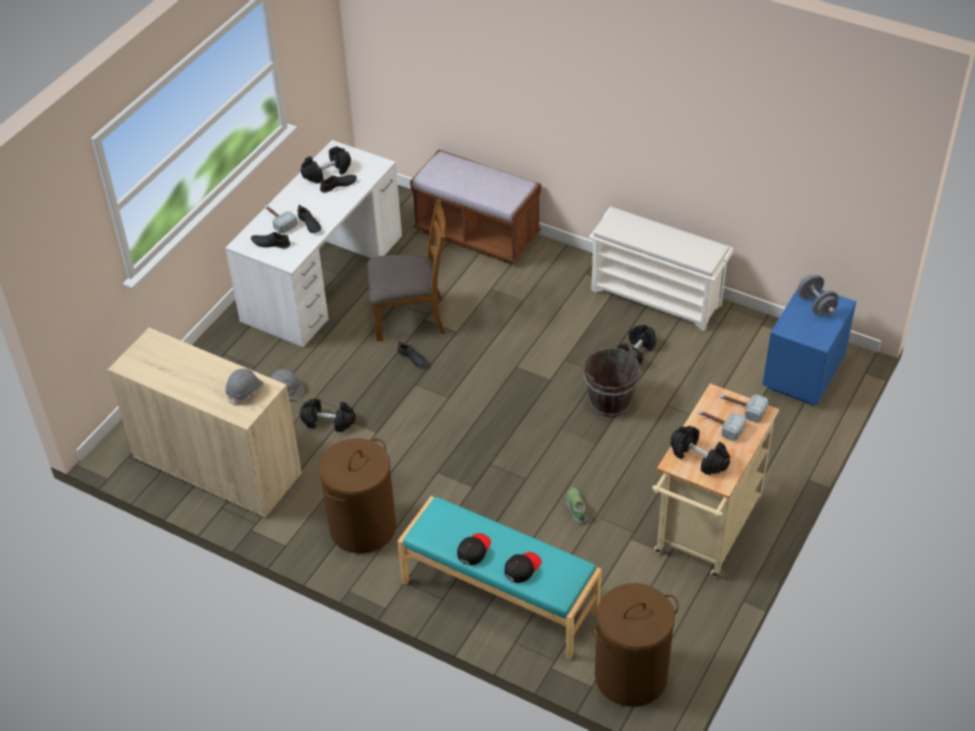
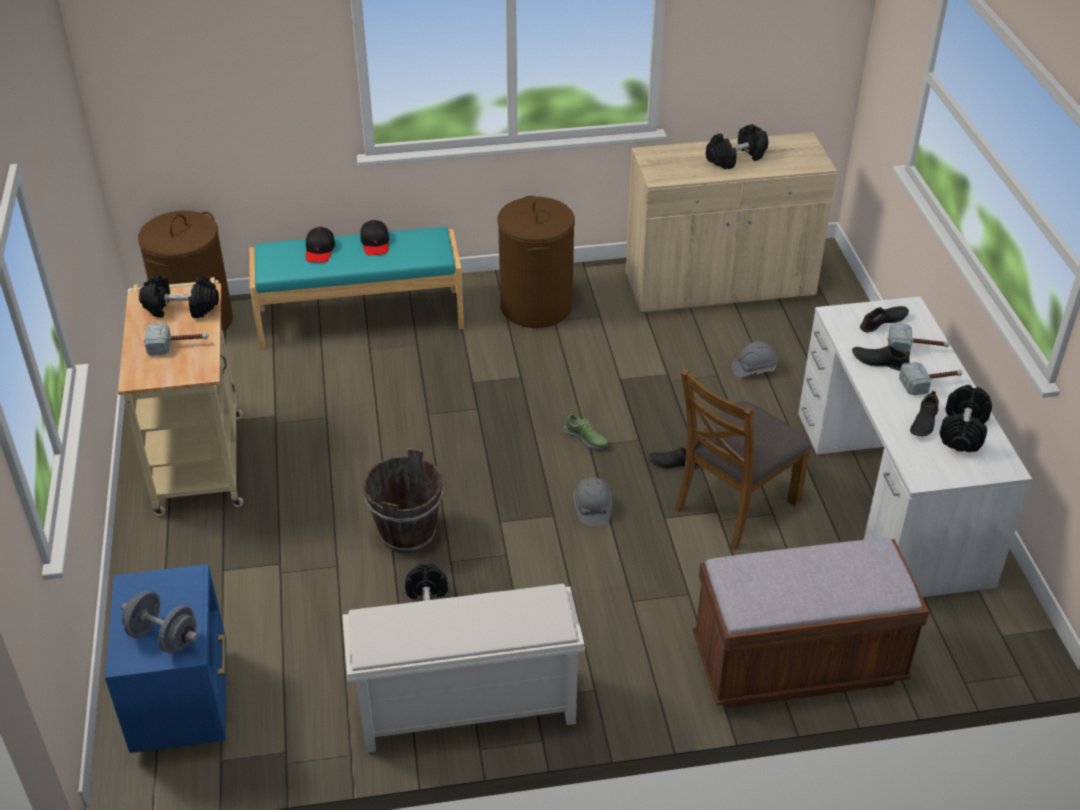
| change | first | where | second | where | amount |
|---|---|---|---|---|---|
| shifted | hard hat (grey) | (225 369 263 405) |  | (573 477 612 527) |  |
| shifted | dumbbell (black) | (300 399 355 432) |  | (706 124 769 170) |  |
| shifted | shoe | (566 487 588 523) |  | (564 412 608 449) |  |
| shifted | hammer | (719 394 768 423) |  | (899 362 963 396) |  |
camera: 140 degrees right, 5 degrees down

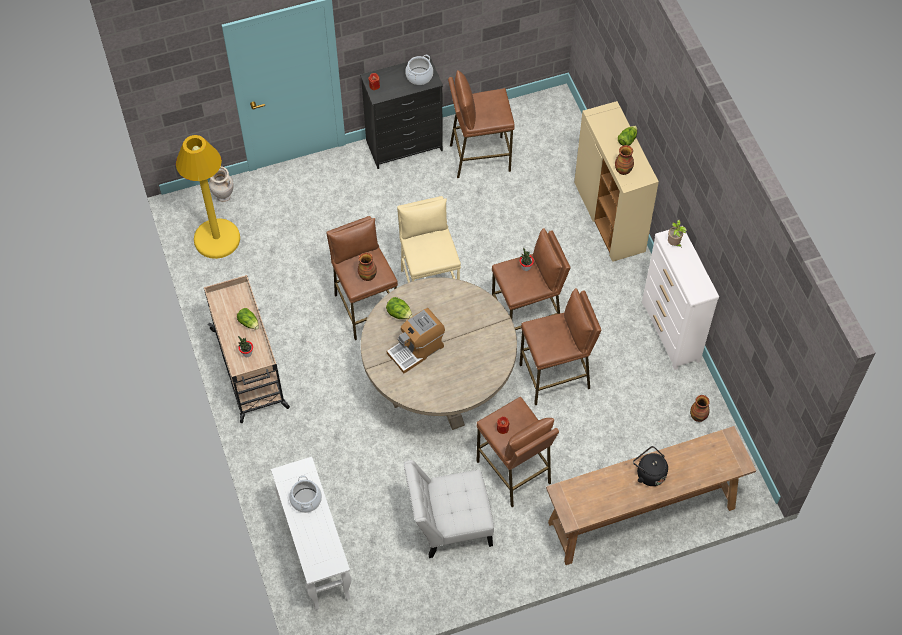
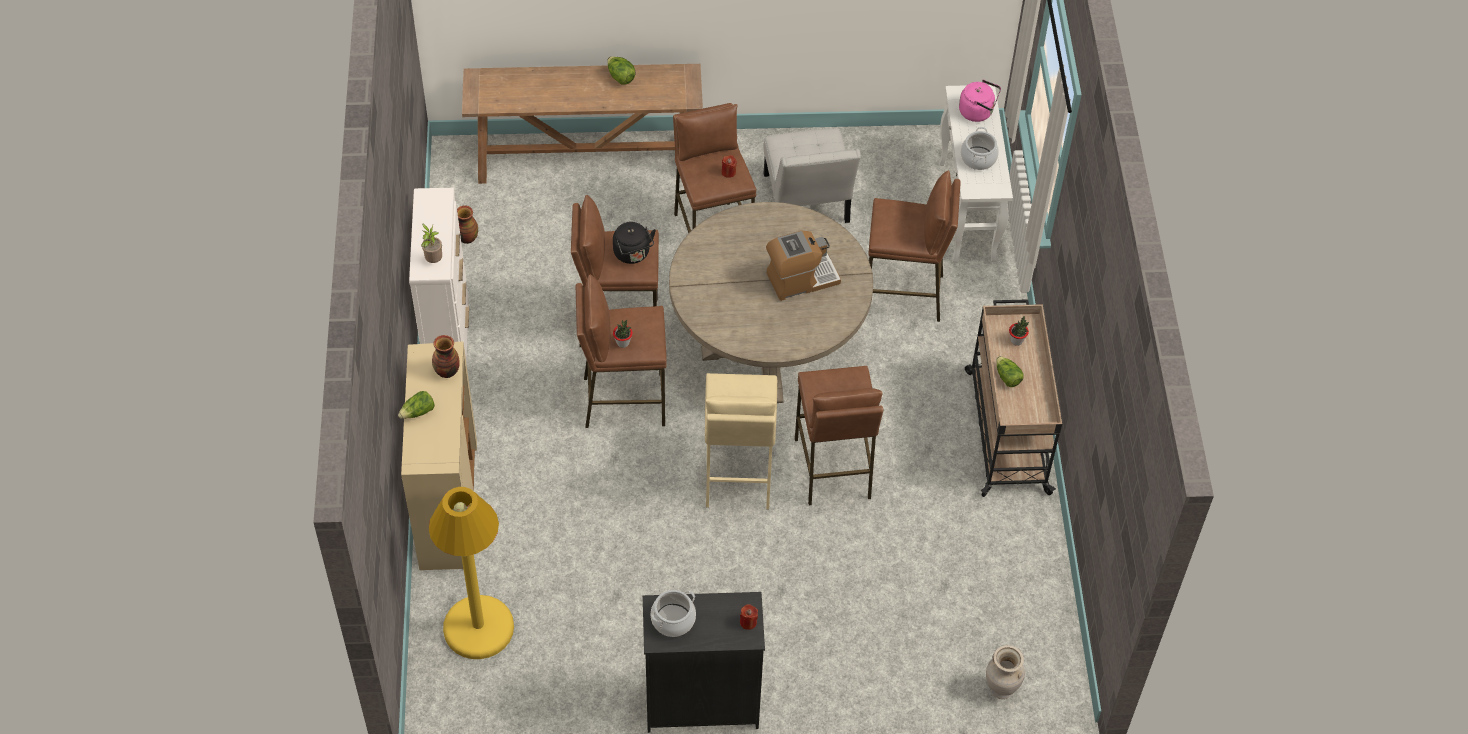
| change | first | where | second | where | amount |
|---|---|---|---|---|---|
| gone | vase | (358 252 377 281) |  |  |  |
| new |  |  | kettle (pink) | (959 80 1001 122) |  |
| shifted | floor lamp (yellow) | (176 135 240 259) |  | (429 487 514 659) |  |
| shifted | lettuce | (386 297 413 319) |  | (607 56 635 85) |  |
| shifted | stool (brown) | (448 70 515 178) |  | (869 171 961 322) |  |
| shifted | kettle (black) | (633 446 668 486) |  | (613 222 656 264) |  |
| rotated | chair (white) | (403 460 494 558) |  | (763 128 861 223) | 75 degrees clockwise |
camera: 165 degrees left, 5 degrees down

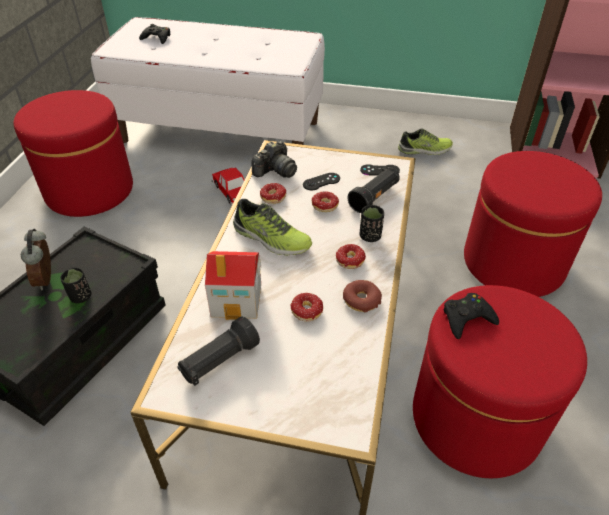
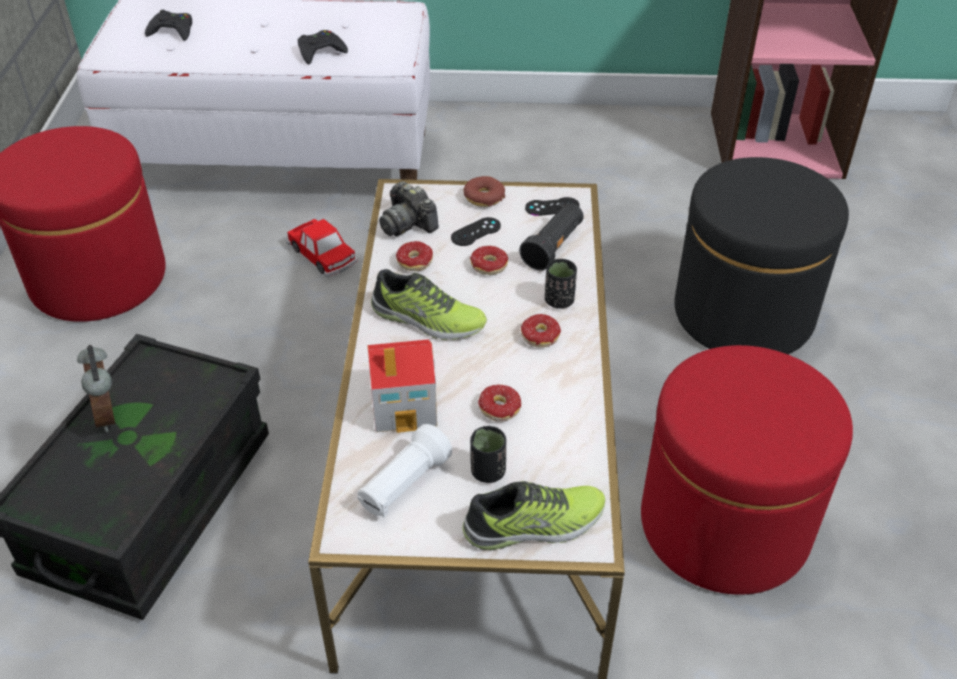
| change | first | where | second | where | amount |
|---|---|---|---|---|---|
| shifted | cup (black) | (60 268 91 303) |  | (470 426 507 483) |  |
| shifted | donut | (343 280 382 312) |  | (464 176 505 207) |  |
| shifted | shoe | (398 128 453 155) |  | (463 481 605 550) |  |
| shifted | game controller (black) | (443 293 499 339) |  | (298 30 348 64) |  |
| repainted | flashlight (black) | (177 317 260 386) | flashlight (white) | (357 424 452 517) |  |
| repainted | ottoman (red) | (464 151 602 297) | ottoman (black) | (674 157 849 354) |  |
| rotated | photo camera | (252 141 297 178) |  | (379 181 439 236) | 105 degrees clockwise |
camera: 10 degrees left, 0 degrees up

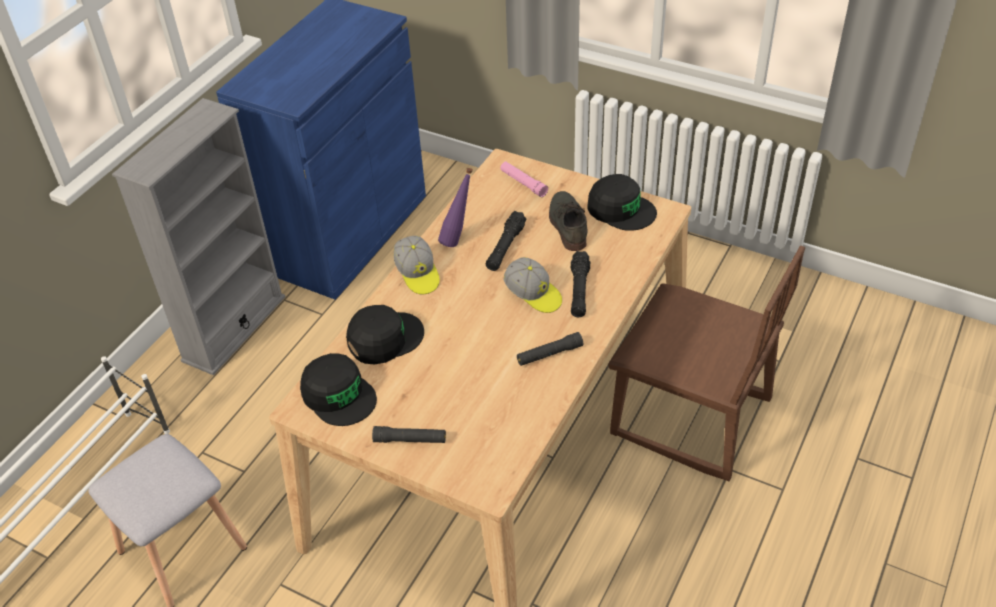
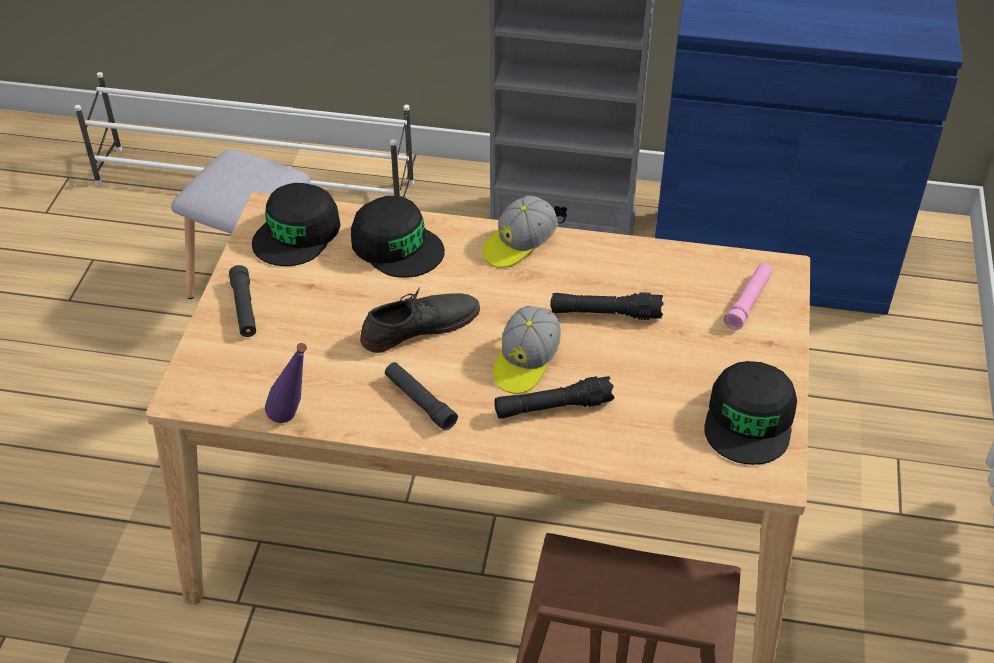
| change | first | where | second | where | amount |
|---|---|---|---|---|---|
| shifted | bottle (purple) | (438 168 473 247) |  | (265 343 307 423) |  |
| shifted | shoe (grey) | (549 191 587 251) |  | (360 287 480 353) |  |
camera: 70 degrees right, 0 degrees up

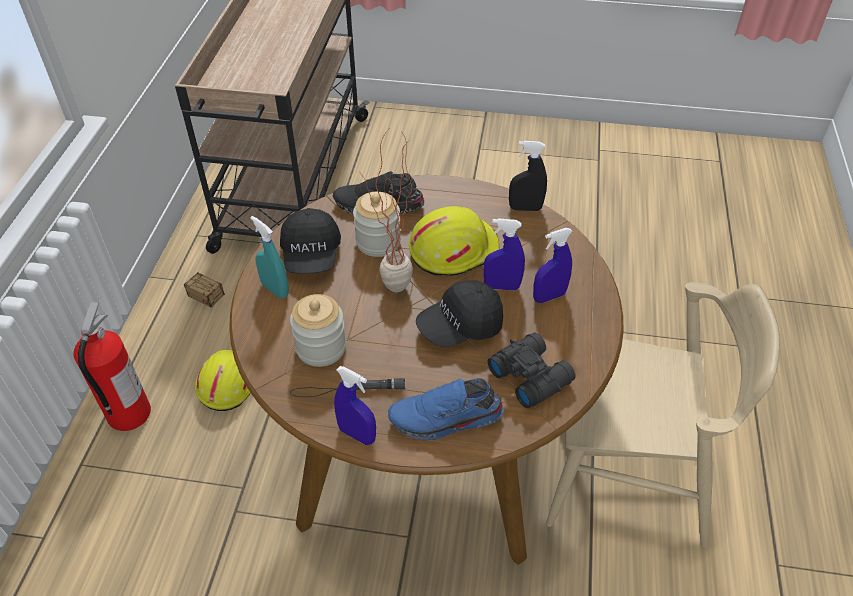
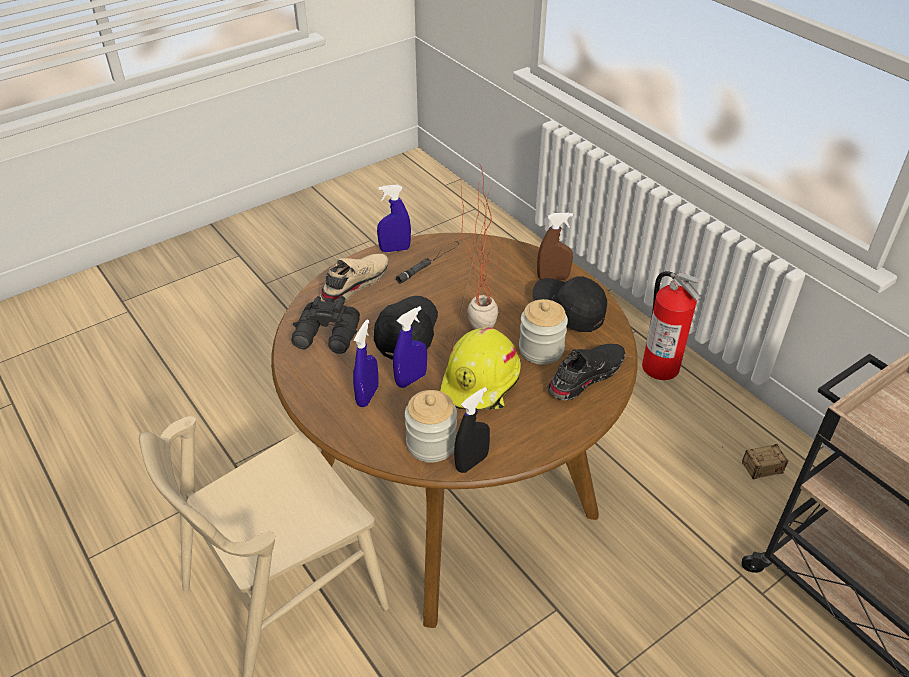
| change | first | where | second | where | amount |
|---|---|---|---|---|---|
| gone | hard hat (yellow) | (195 350 251 411) |  |  |  |
| shifted | jar | (290 294 346 367) |  | (405 390 457 463) |  |
| repainted | spray bottle (turquoise) | (250 216 289 299) | spray bottle (brown) | (537 213 573 280) |  |
| repainted | shoe (blue) | (388 378 504 440) | shoe (beige) | (320 253 389 303) |  |
camera: 135 degrees right, 5 degrees down

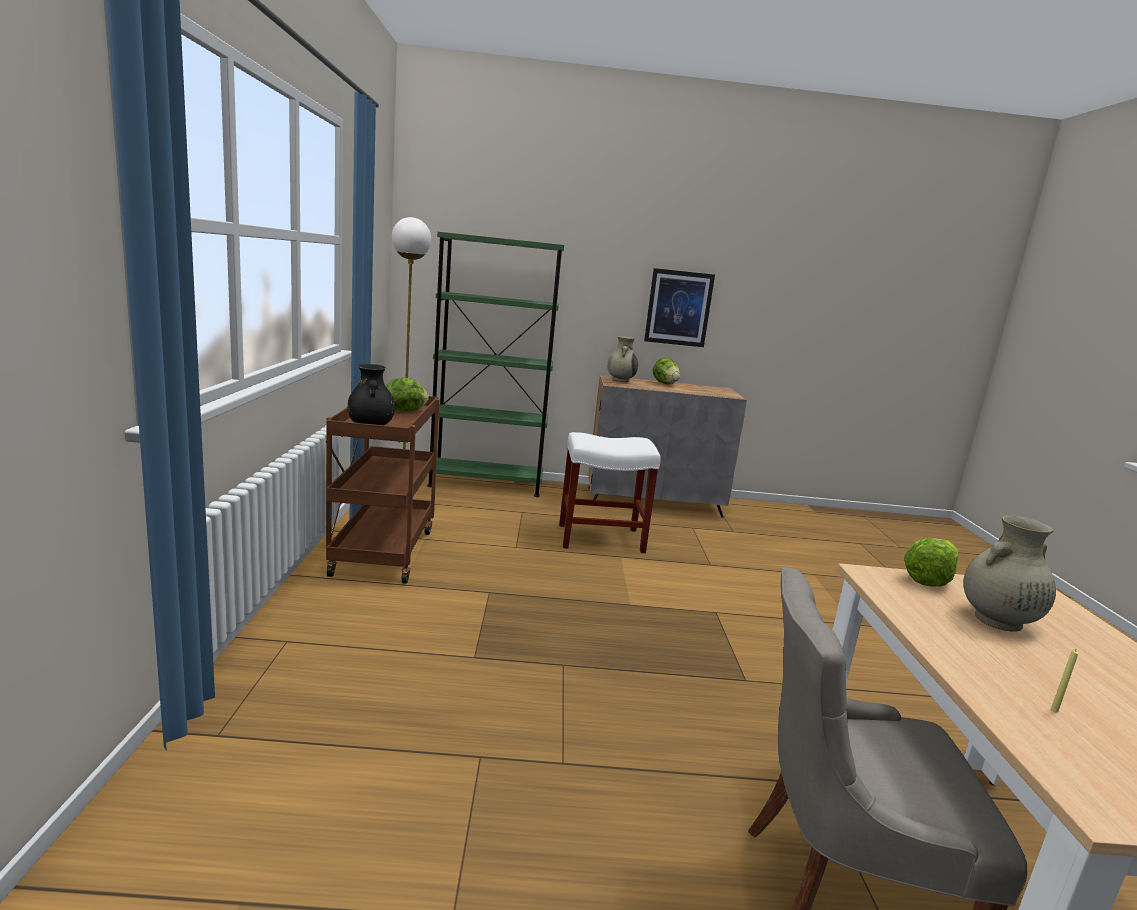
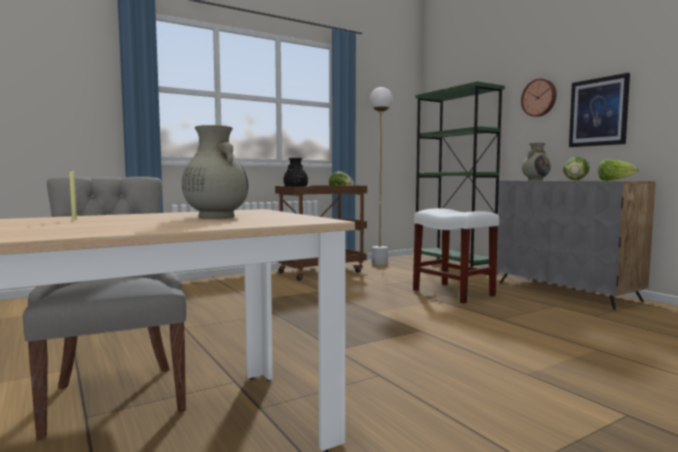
| change | first | where | second | where | amount |
|---|---|---|---|---|---|
| new |  |  | wall clock | (521 78 557 117) |  |
| shifted | lettuce | (904 538 958 587) |  | (598 159 639 181) |  |
camera: 60 degrees right, 10 degrees down

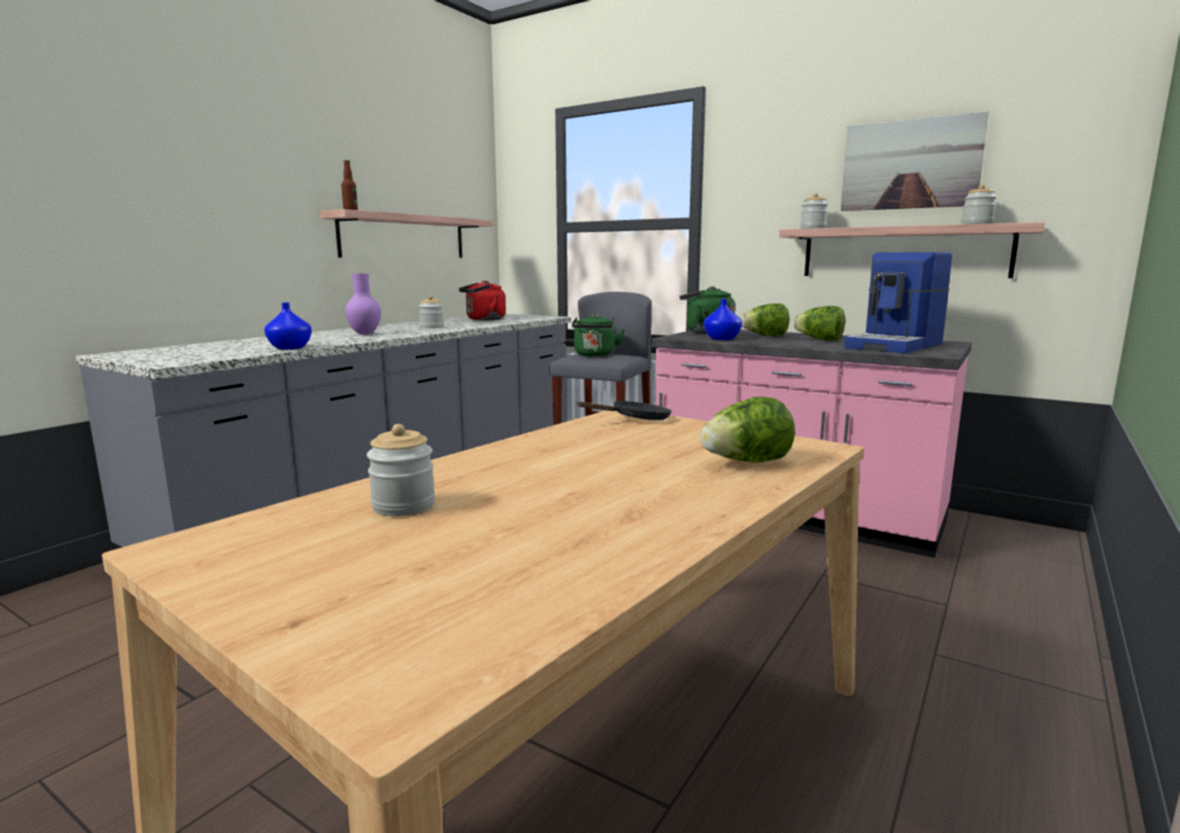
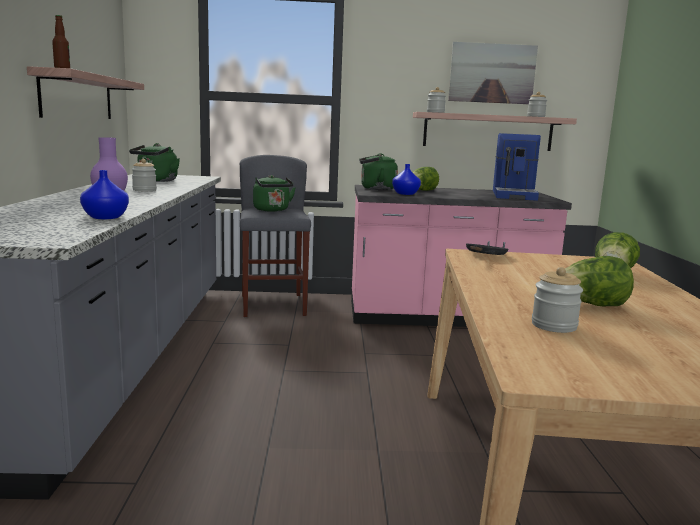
| change | first | where | second | where | amount |
|---|---|---|---|---|---|
| shifted | lettuce | (794 306 845 340) |  | (565 256 634 306) |  |
| repainted | kettle (red) | (459 281 506 321) | kettle (green) | (129 143 180 182) |  |
camera: 35 degrees left, 0 degrees up

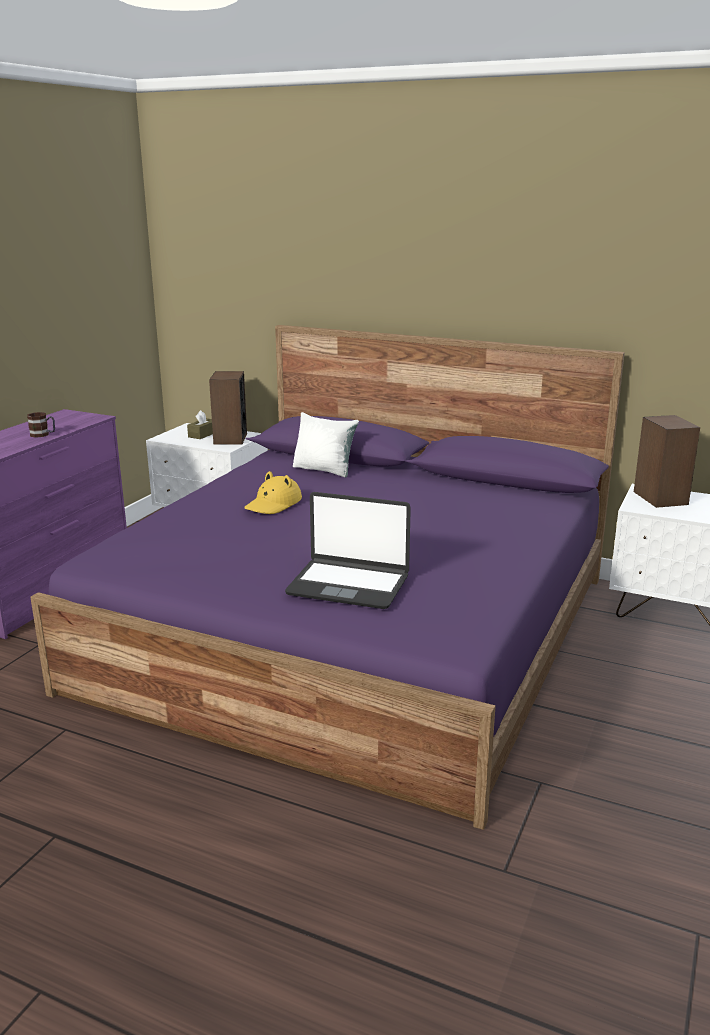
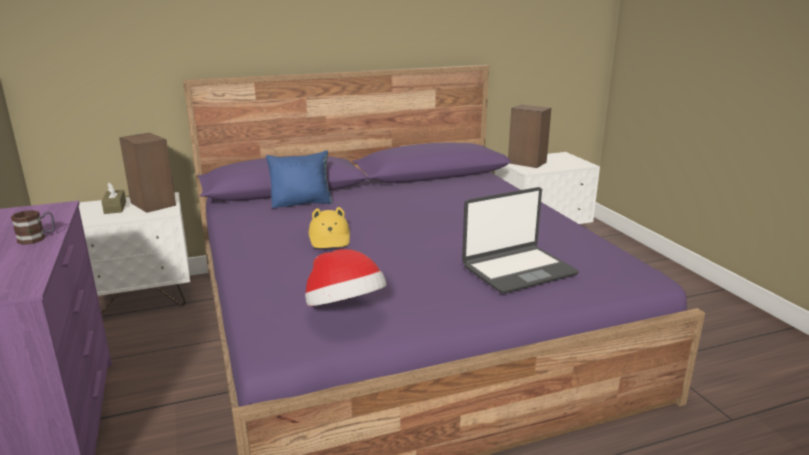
| change | first | where | second | where | amount |
|---|---|---|---|---|---|
| new |  |  | hat | (305 249 387 306) |  |
| repainted | pillow (white) | (293 412 359 477) | pillow (blue) | (266 150 333 208) |  |
camera: 45 degrees left, 0 degrees up

